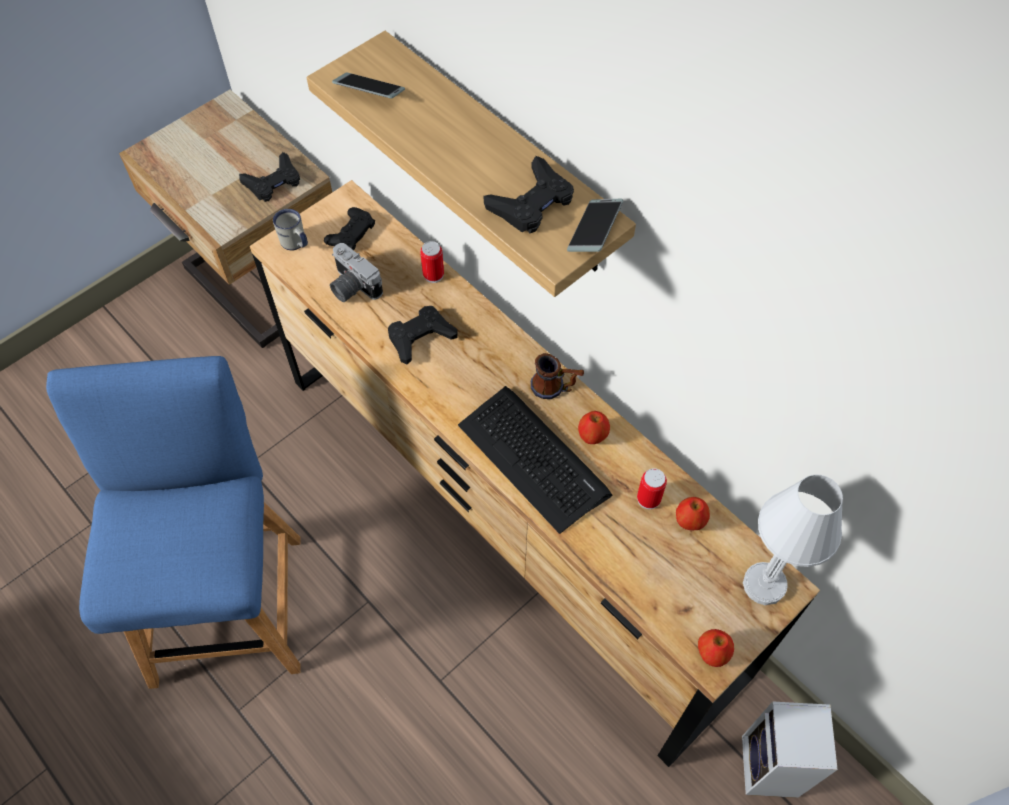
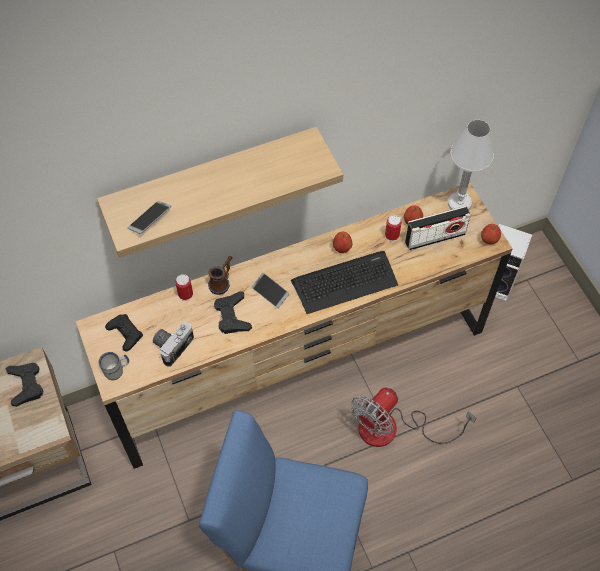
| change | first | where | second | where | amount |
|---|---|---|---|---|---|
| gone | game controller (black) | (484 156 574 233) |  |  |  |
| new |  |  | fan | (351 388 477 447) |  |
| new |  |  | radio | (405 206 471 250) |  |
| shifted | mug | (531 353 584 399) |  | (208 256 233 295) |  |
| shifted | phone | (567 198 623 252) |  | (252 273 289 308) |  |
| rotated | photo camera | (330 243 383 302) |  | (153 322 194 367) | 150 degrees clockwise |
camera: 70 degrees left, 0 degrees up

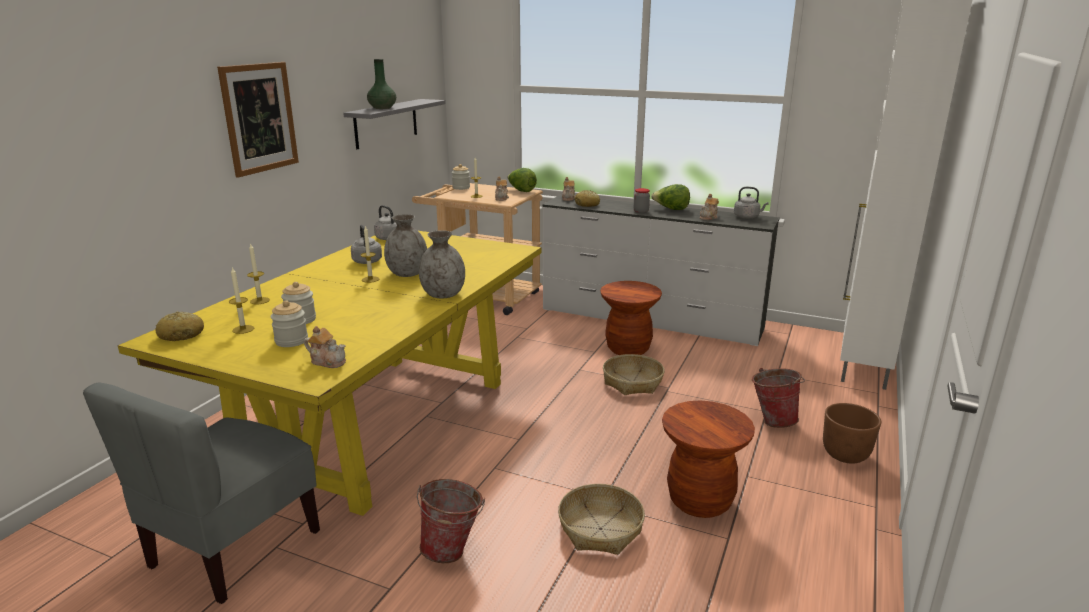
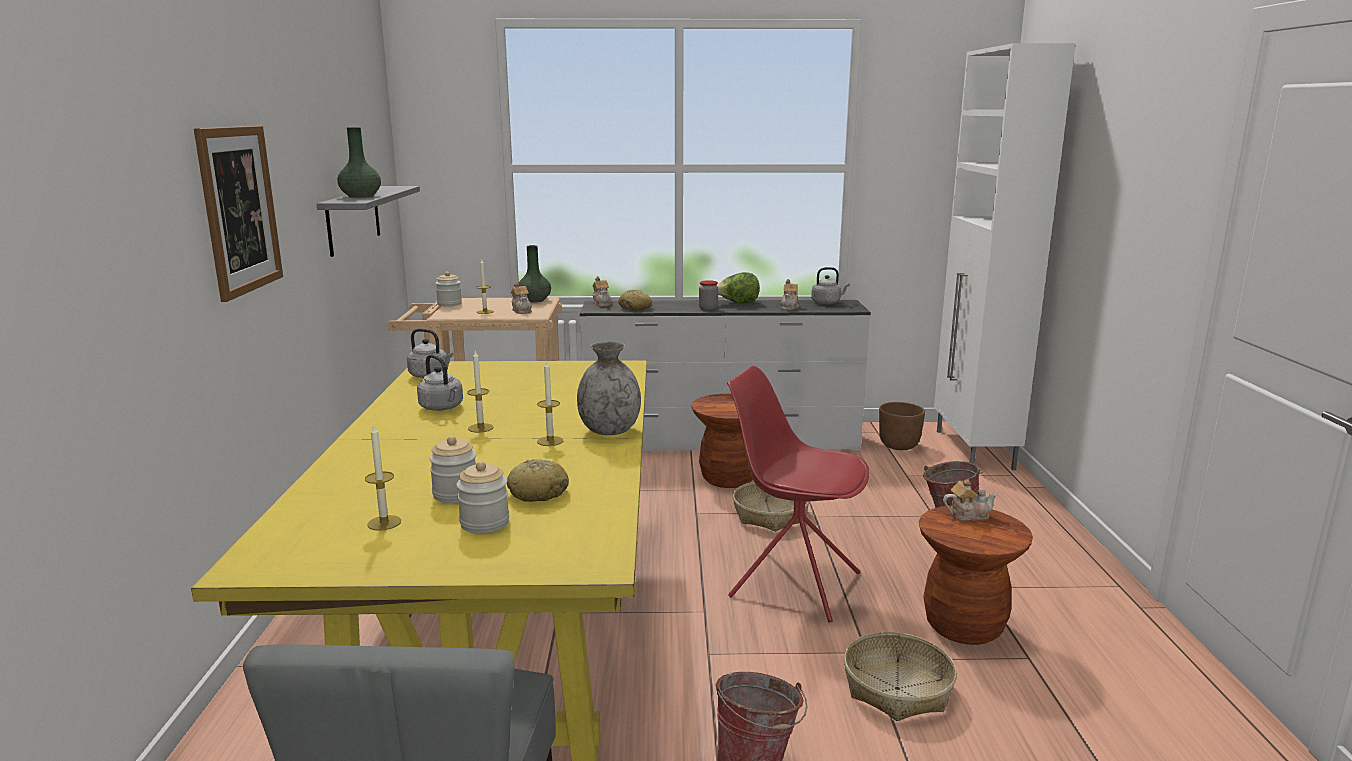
| change | first | where | second | where | amount |
|---|---|---|---|---|---|
| gone | vase (grey) | (384 214 427 277) |  |  |  |
| new |  |  | chair (red) | (727 366 869 623) |  |
| shifted | bread | (156 311 204 341) |  | (507 459 569 502) |  |
| shifted | candle | (247 243 270 305) |  | (537 360 563 446) |  |
| shifted | teapot | (304 326 346 368) |  | (943 479 997 521) |  |
| shifted | planter (brown) | (823 403 881 463) |  | (879 402 925 450) |  |
| swapped | lettuce | (508 168 537 192) | vase (green) | (518 245 551 303) |  |
camera: 25 degrees left, 5 degrees down

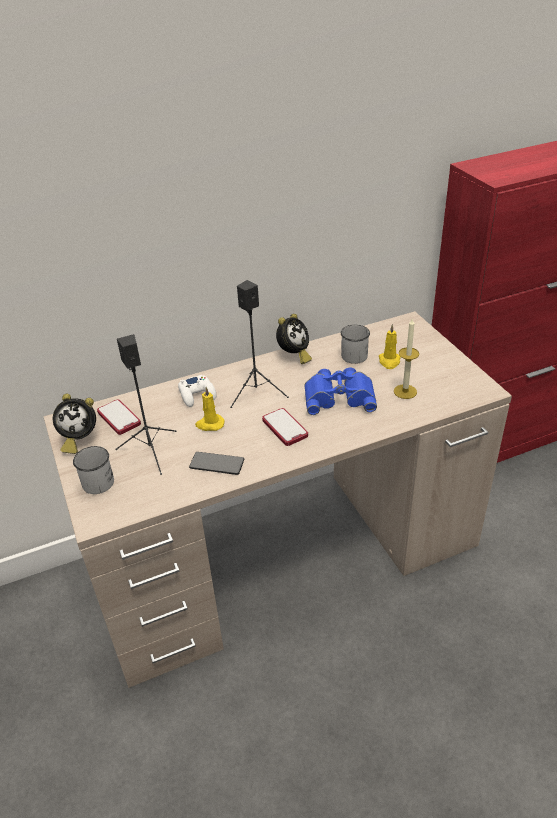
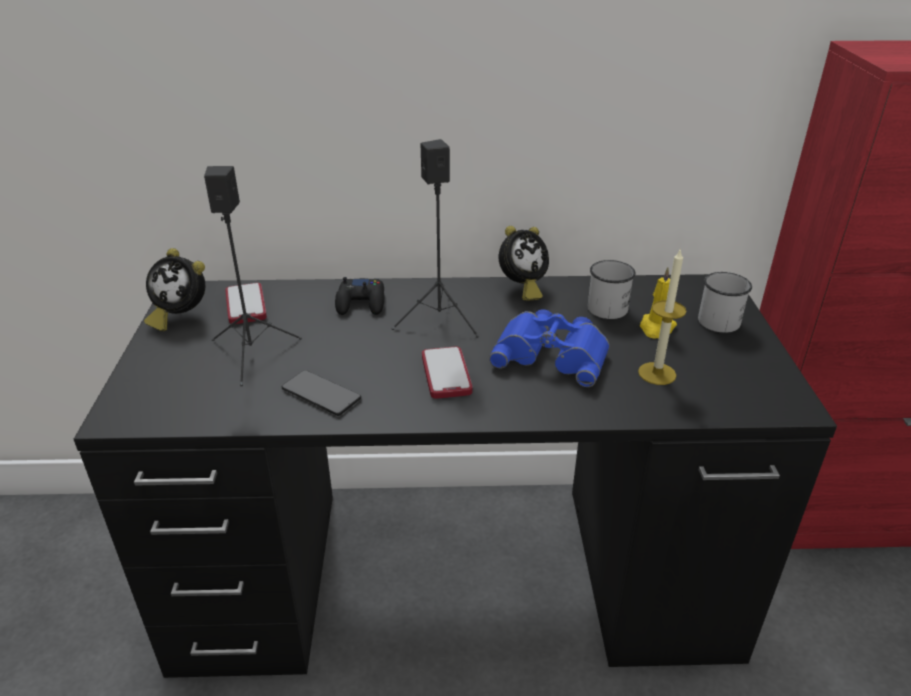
| change | first | where | second | where | amount |
|---|---|---|---|---|---|
| gone | candle (yellow) | (195 387 225 431) |  |  |  |
| shifted | mug (white) | (73 446 114 494) |  | (698 272 752 333) |  |
| repainted | desk (beige) | (44 311 512 688) | desk (black) | (74 274 837 678) |  |
| repainted | game controller (white) | (178 375 216 407) | game controller (black) | (335 277 385 315) |  |
camera: 20 degrees right, 5 degrees down

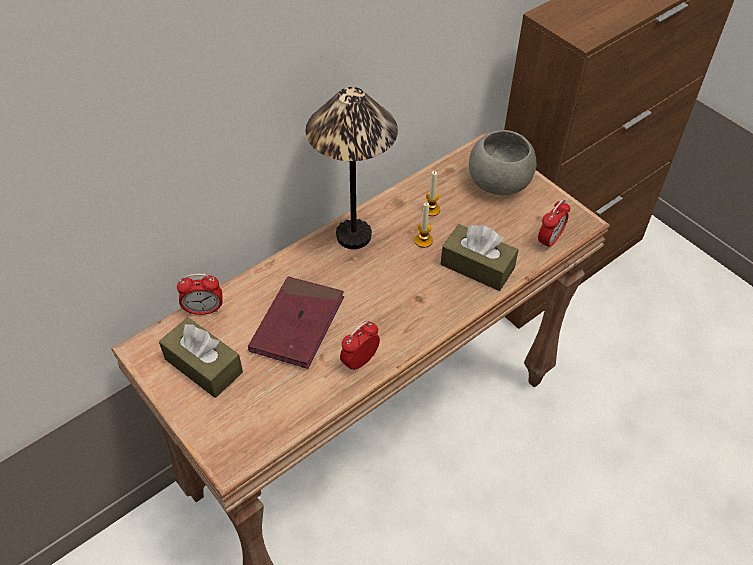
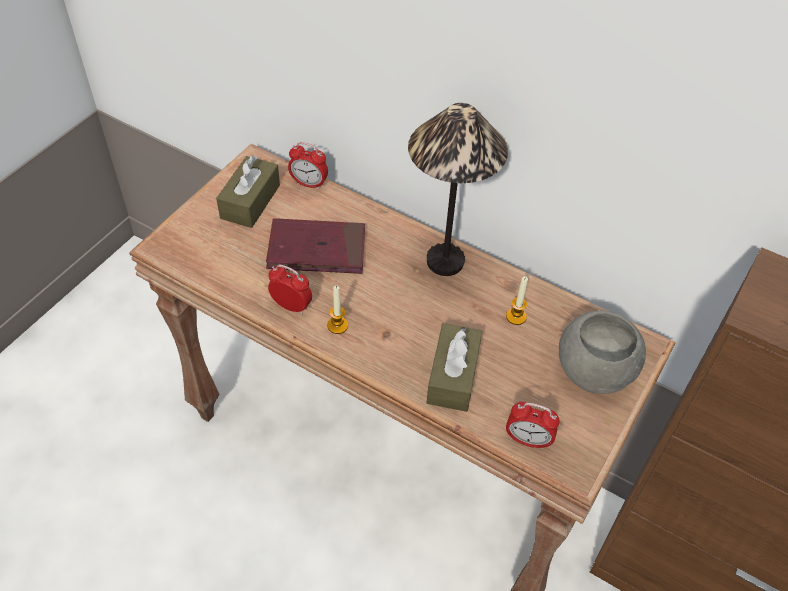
| change | first | where | second | where | amount |
|---|---|---|---|---|---|
| shifted | candle | (414 202 433 248) |  | (327 286 348 334) |  |
| rotated | alarm clock | (177 273 223 315) |  | (288 142 328 190) | 45 degrees counterclockwise |
camera: 70 degrees right, 0 degrees up

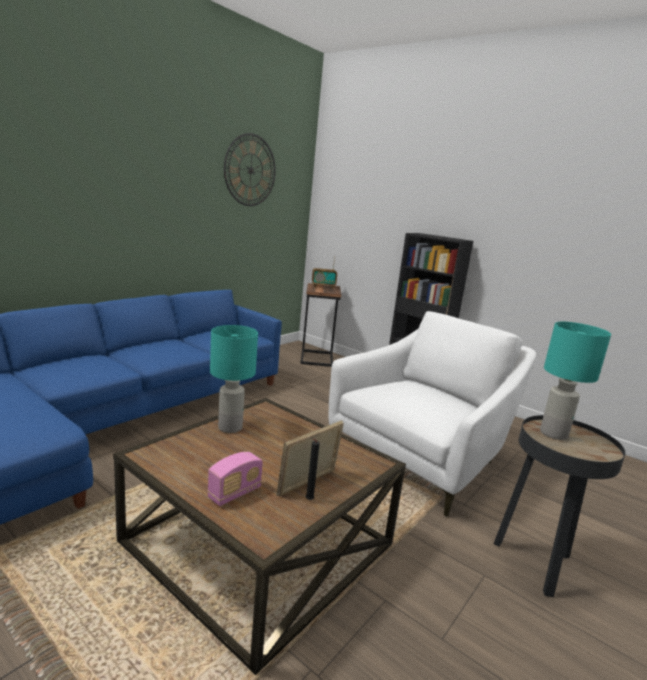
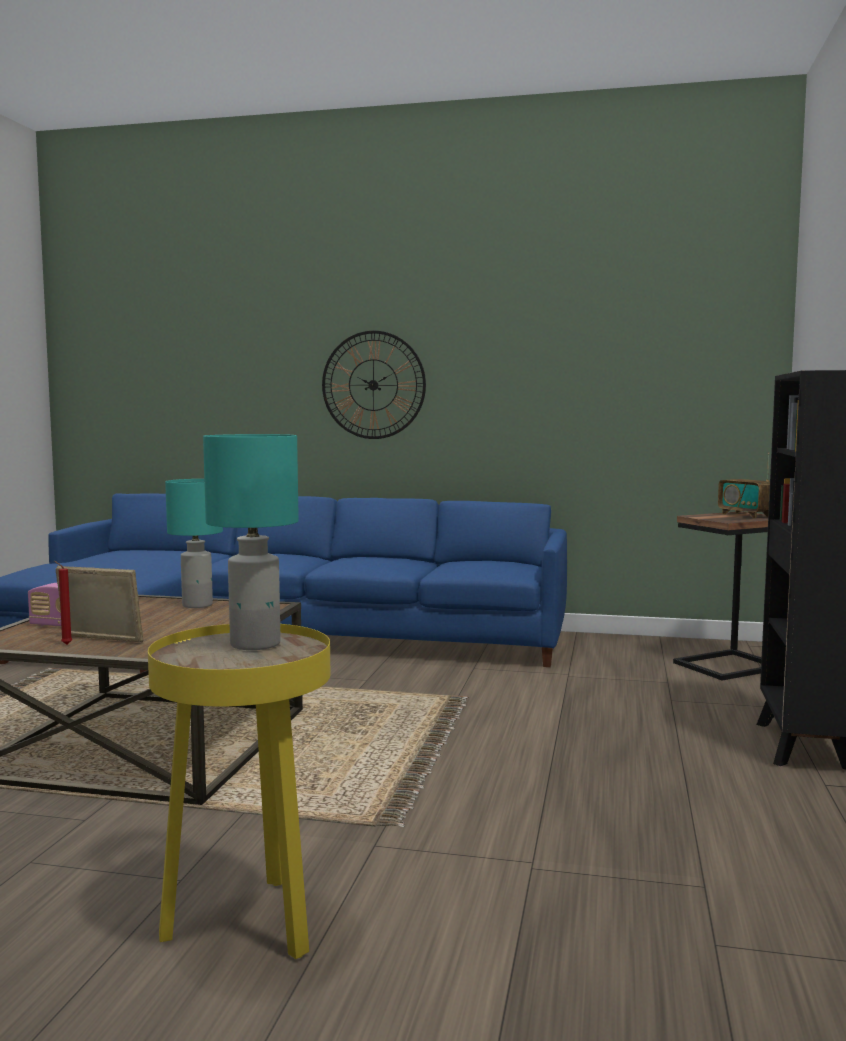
| change | first | where | second | where | amount |
|---|---|---|---|---|---|
| gone | armchair (white) | (328 311 536 517) |  |  |  |
| shifted | wall clock | (224 133 276 206) |  | (322 331 426 439) |  |
| repainted | candle (black) | (305 439 320 500) | candle (red) | (54 561 73 645) |  |
| repainted | side table (black) | (494 415 626 597) | side table (yellow) | (148 624 330 959) |  |
camera: 65 degrees right, 10 degrees down

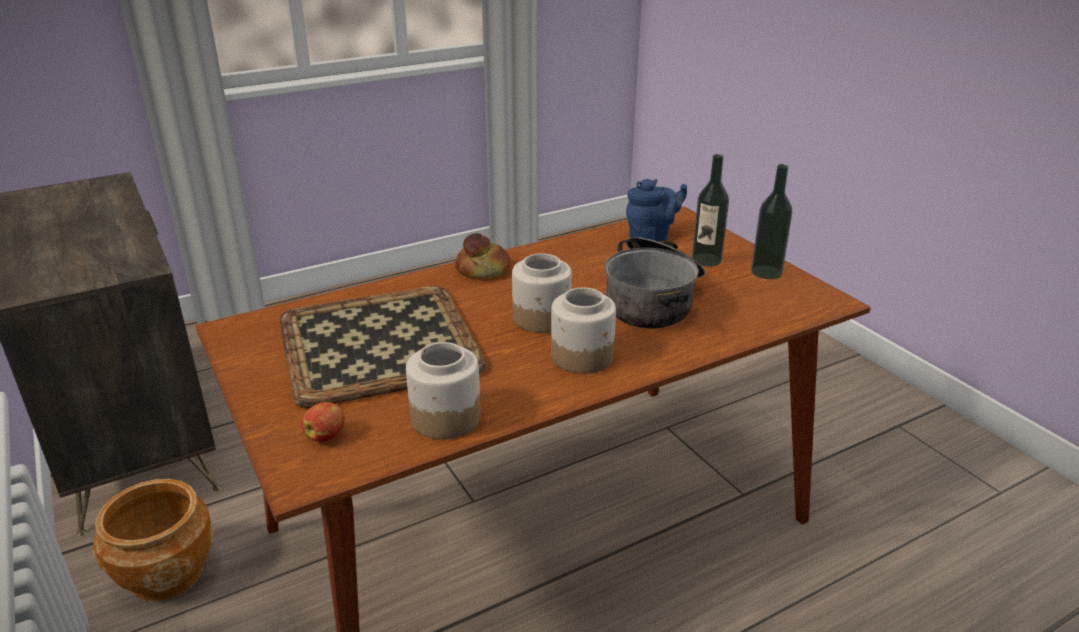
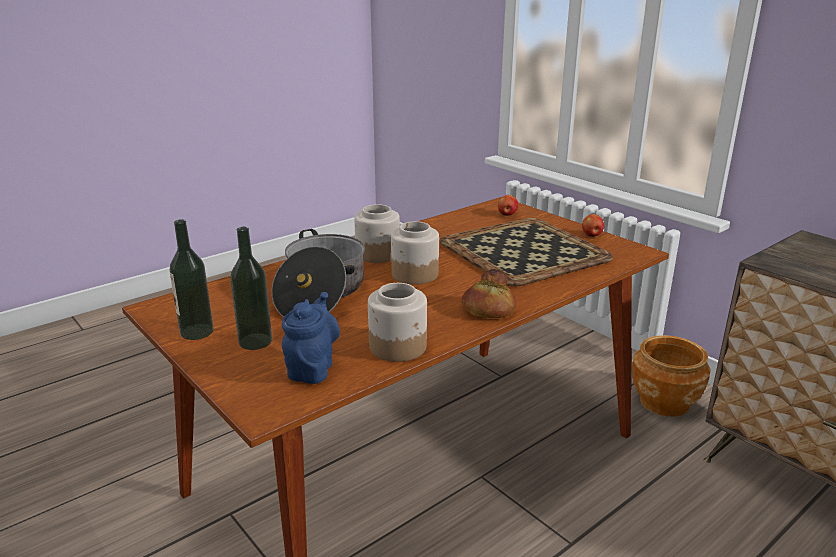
| change | first | where | second | where | amount |
|---|---|---|---|---|---|
| new |  |  | apple | (582 214 604 237) |  |
| shifted | jar | (406 342 481 440) |  | (368 283 427 362) |  |
| rotated | teapot (blue) | (626 179 687 242) |  | (282 292 340 384) | 135 degrees clockwise |
camera: 170 degrees right, 5 degrees down

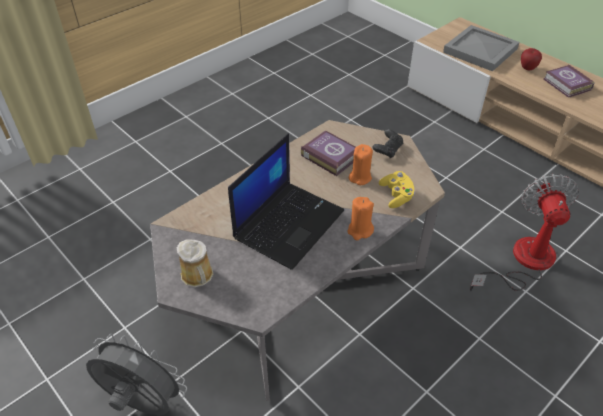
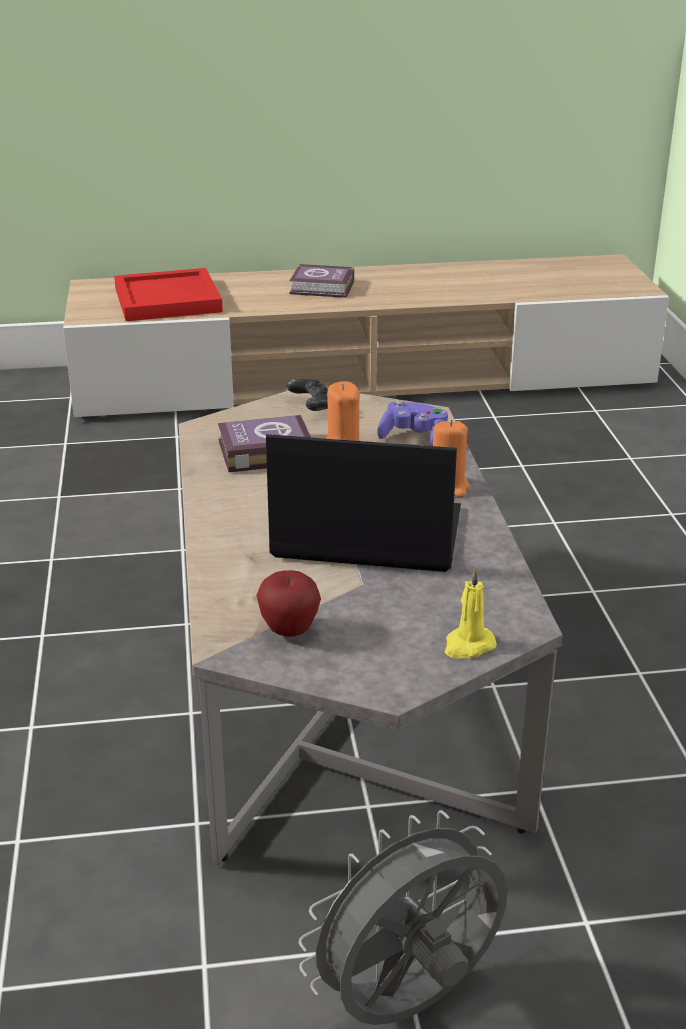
| change | first | where | second | where | amount |
|---|---|---|---|---|---|
| gone | mug | (177 240 213 287) |  |  |  |
| gone | fan | (470 174 578 291) |  |  |  |
| new |  |  | candle (yellow) | (445 568 497 658) |  |
| shifted | apple | (521 48 542 71) |  | (256 570 321 637) |  |
| repainted | game controller (yellow) | (379 171 415 208) | game controller (purple) | (377 400 448 446) |  |
| repainted | tray (grey) | (443 25 519 71) | tray (red) | (114 268 223 321) |  |
| rotated | laptop | (228 133 344 270) |  | (266 434 461 572) | 60 degrees counterclockwise |
camera: 55 degrees left, 15 degrees down

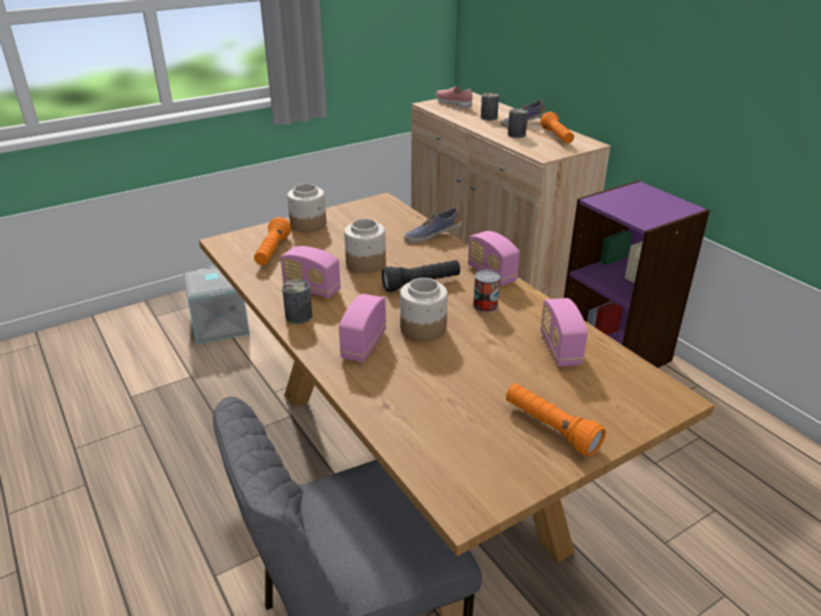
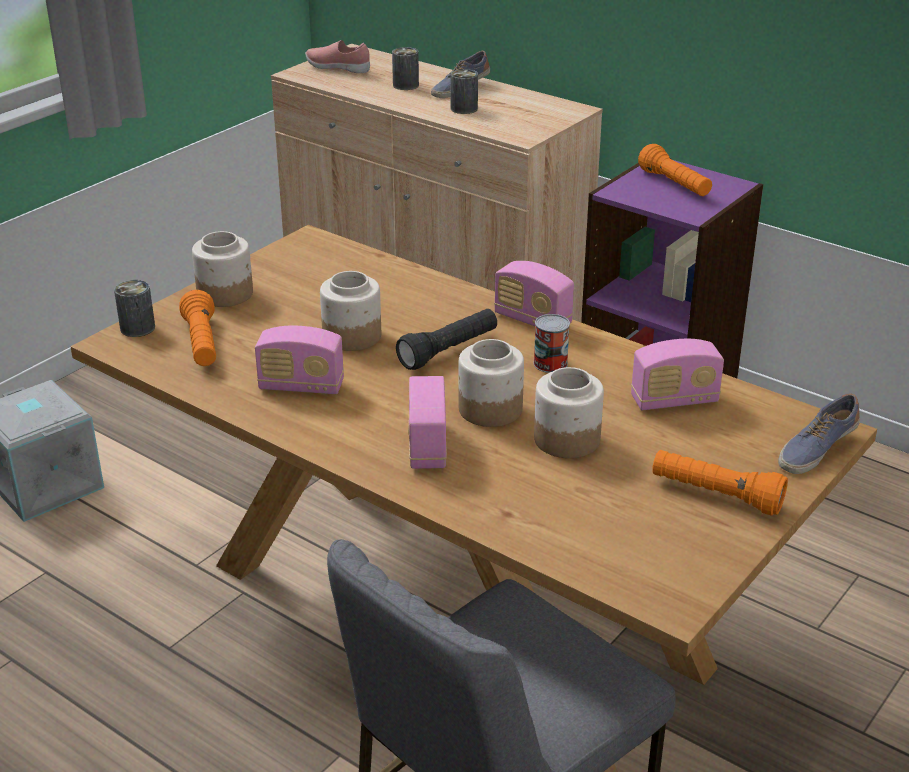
| change | first | where | second | where | amount |
|---|---|---|---|---|---|
| new |  |  | jar | (534 367 604 458) |  |
| shifted | can | (282 279 312 324) |  | (114 280 155 337) |  |
| shifted | shoe | (404 207 462 243) |  | (778 394 860 474) |  |
| shifted | flashlight (orange) | (541 112 574 144) |  | (638 144 712 196) |  |
| rotated | radio | (541 298 588 367) |  | (631 339 724 410) | 75 degrees counterclockwise |
camera: 20 degrees left, 0 degrees up

